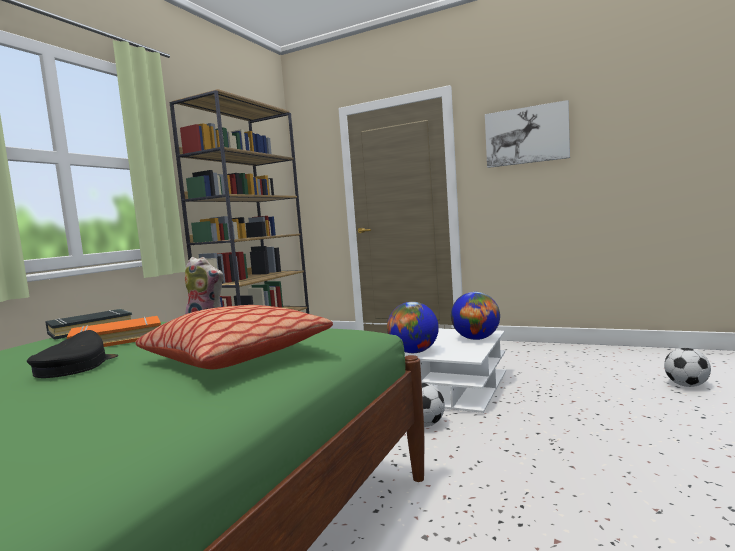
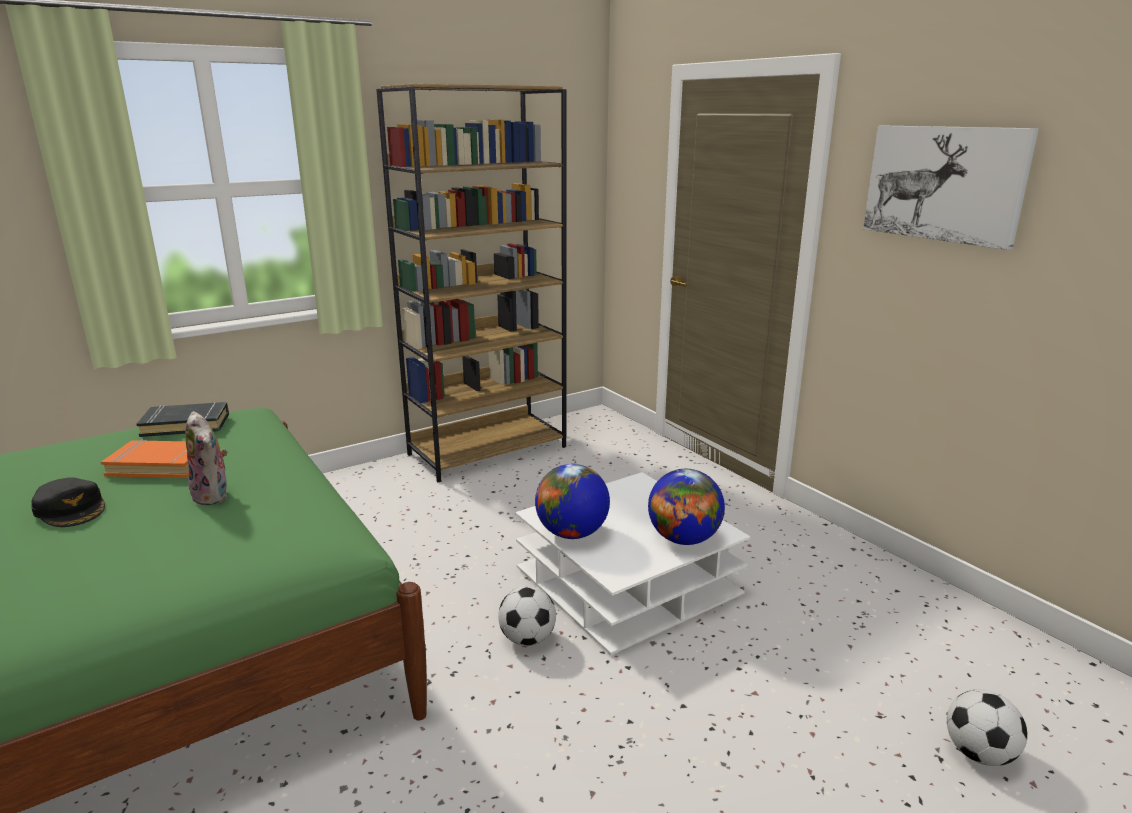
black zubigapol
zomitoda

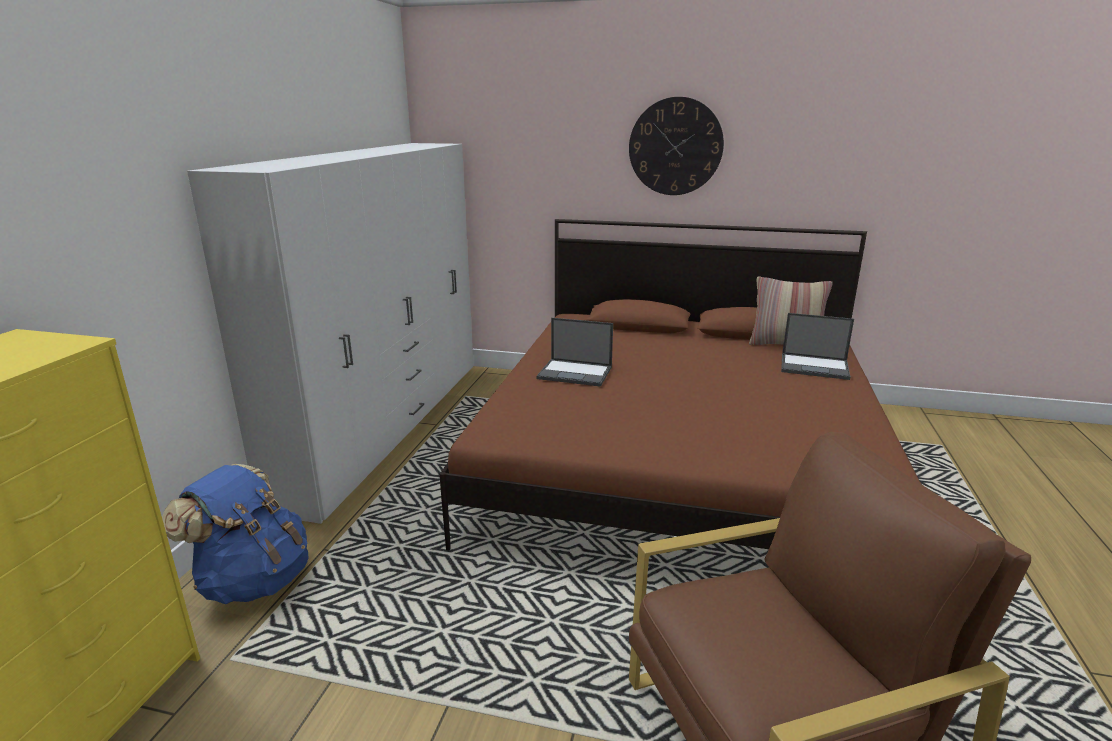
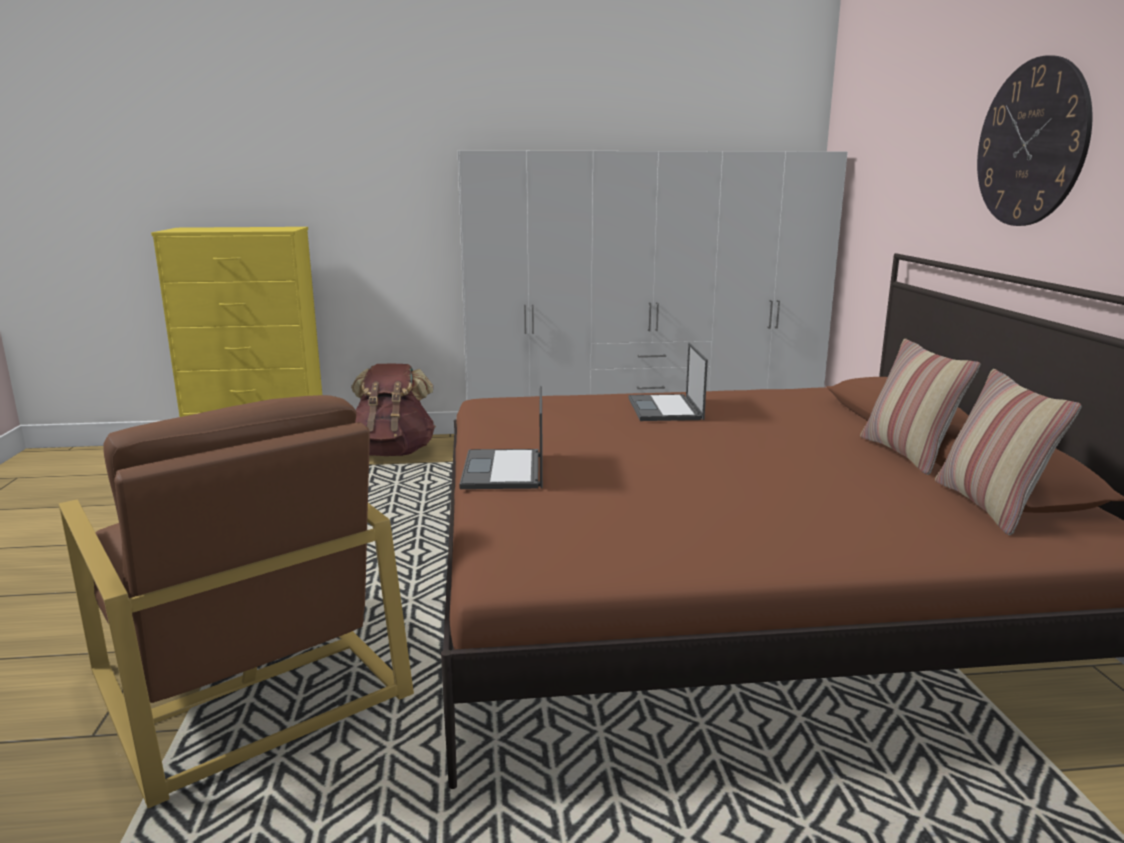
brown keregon
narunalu (no. 1 from left)
zomitoda (no. 1 from left)

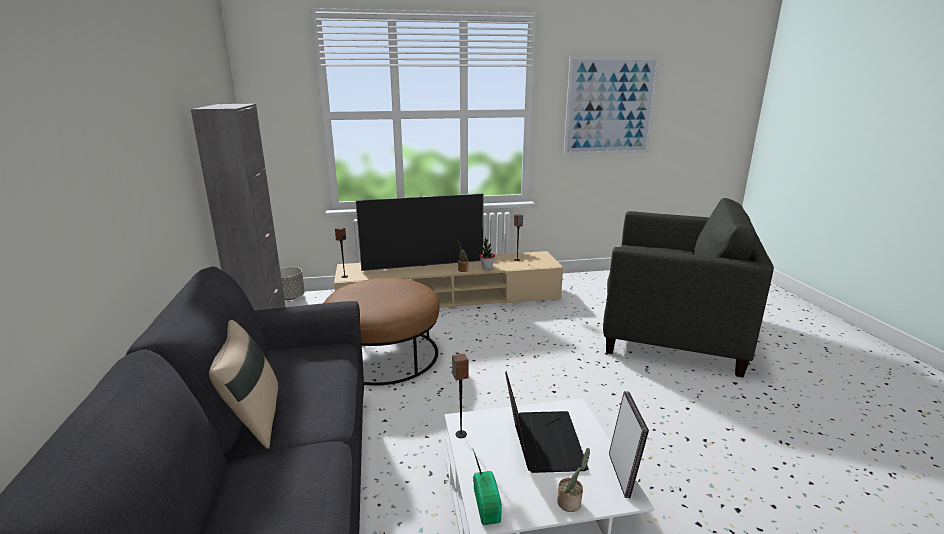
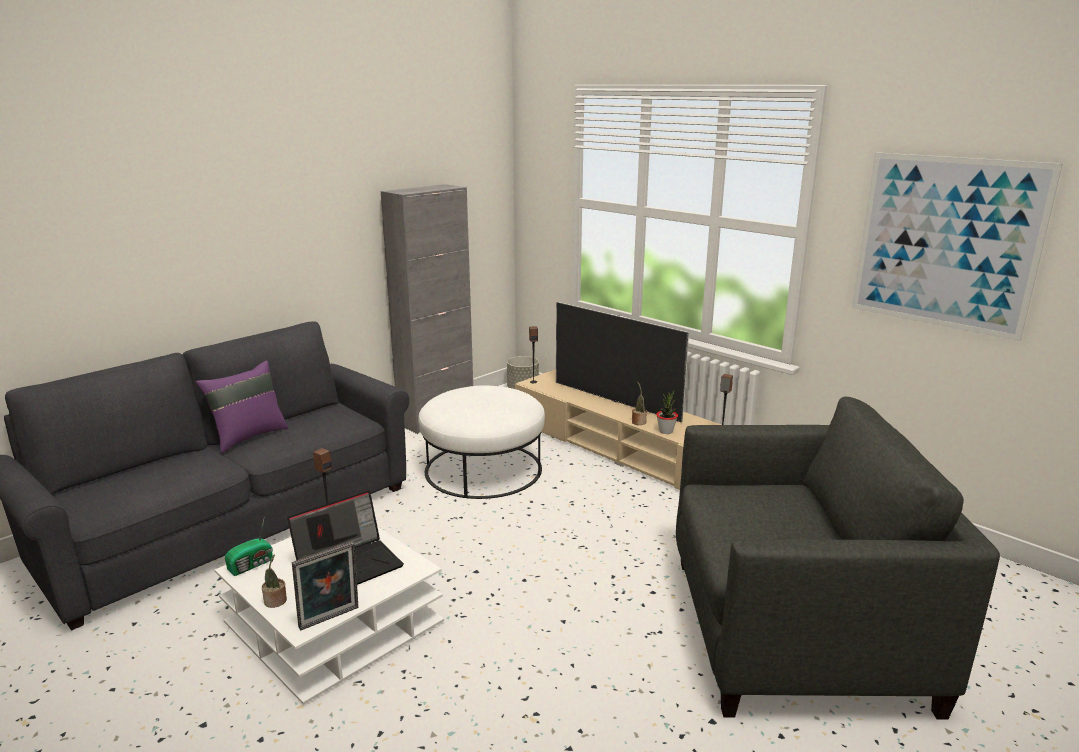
purple zomitoda
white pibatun
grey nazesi

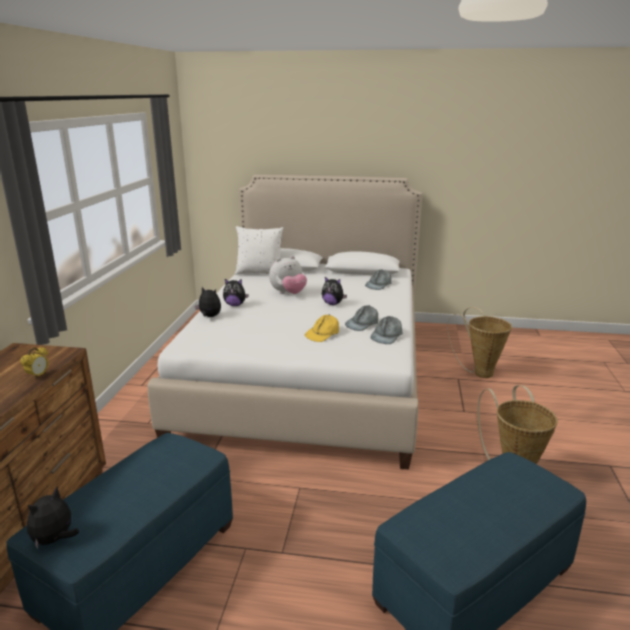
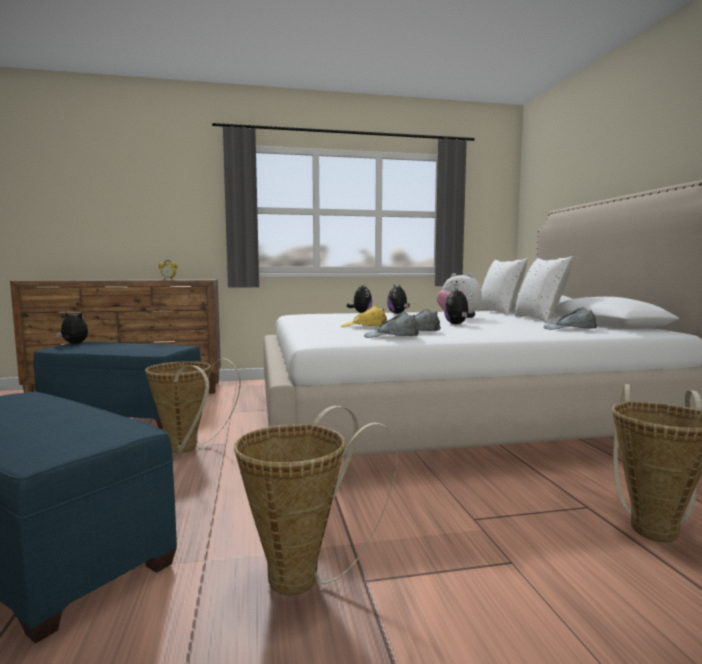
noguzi (no. 1 from left)
white zomitoda (no. 2 from left)

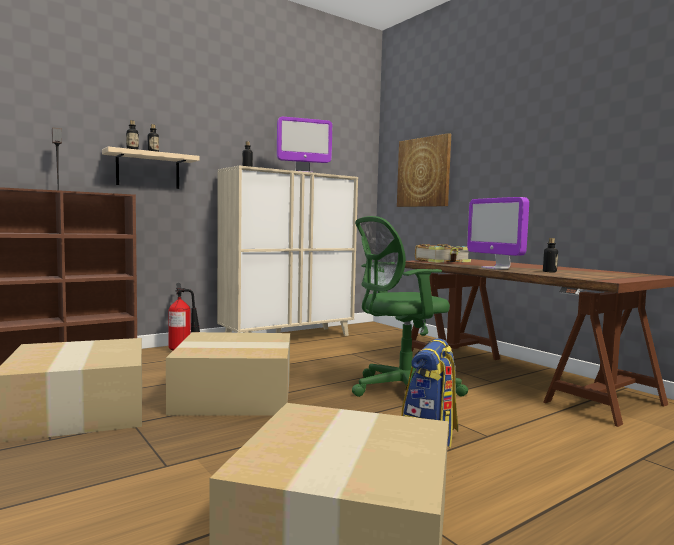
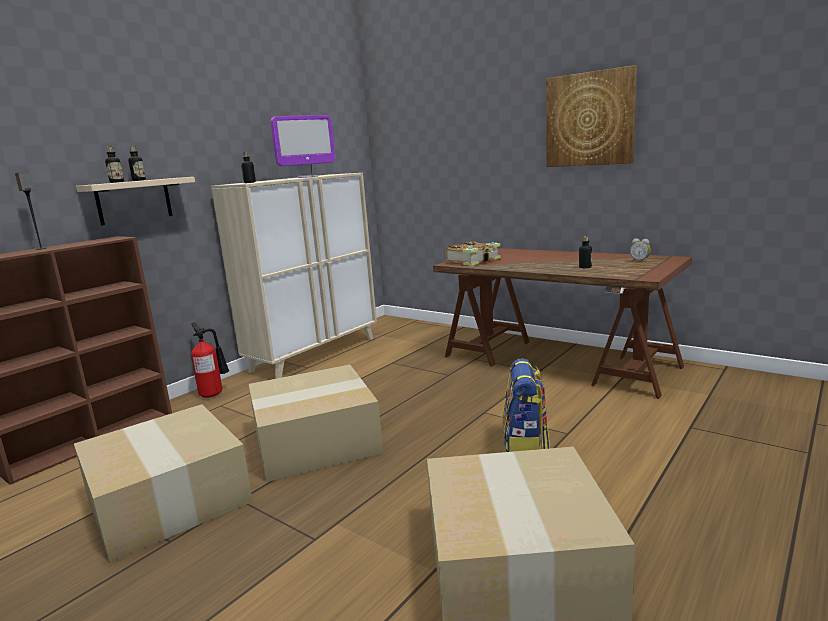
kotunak
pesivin
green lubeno
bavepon (no. 2 from left in the first image)

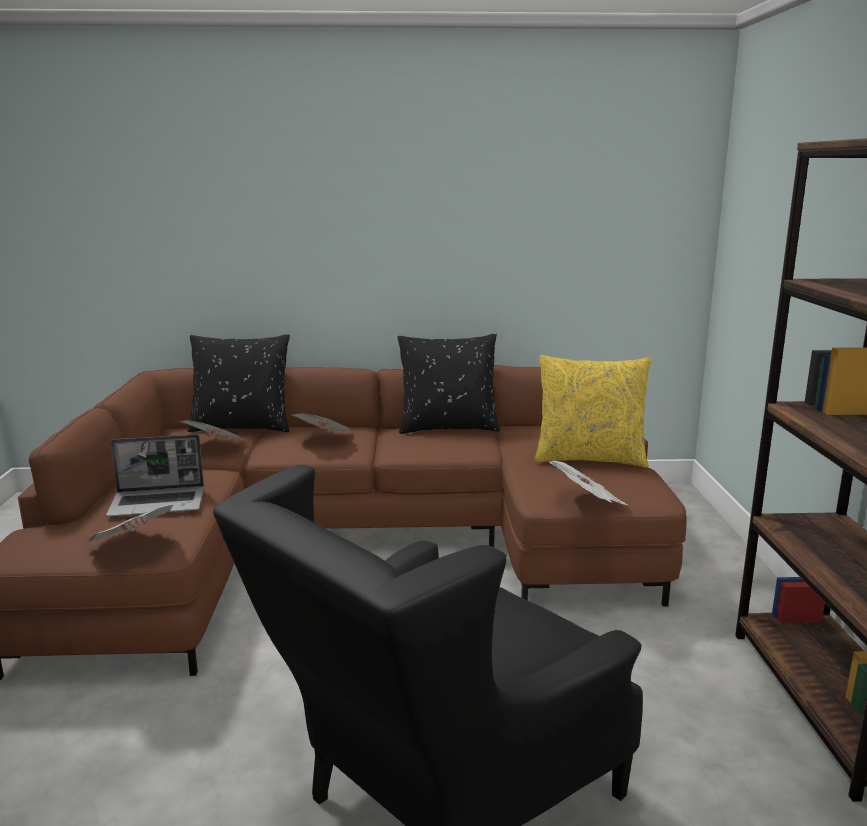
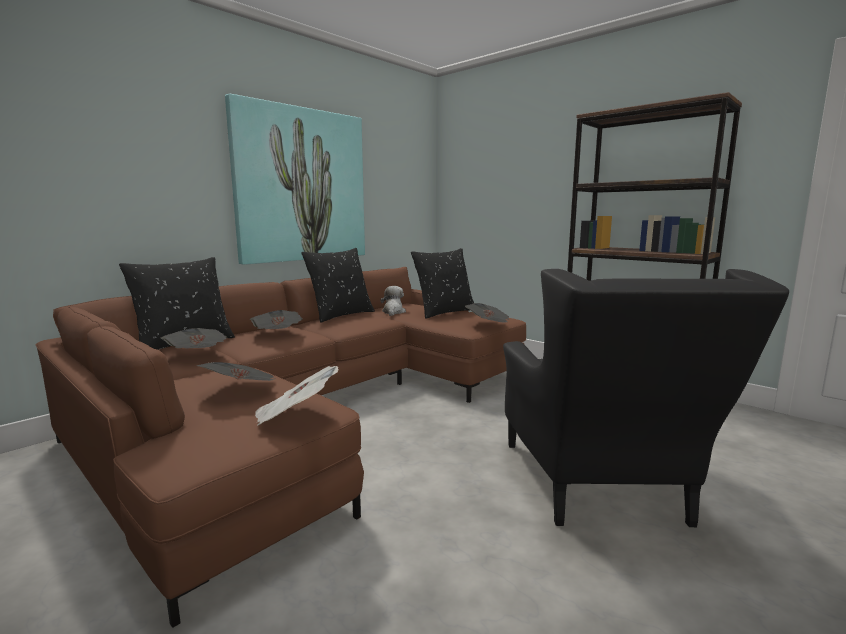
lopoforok (no. 2 from left)
kotunak
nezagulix
black zomitoda (no. 3 from left)

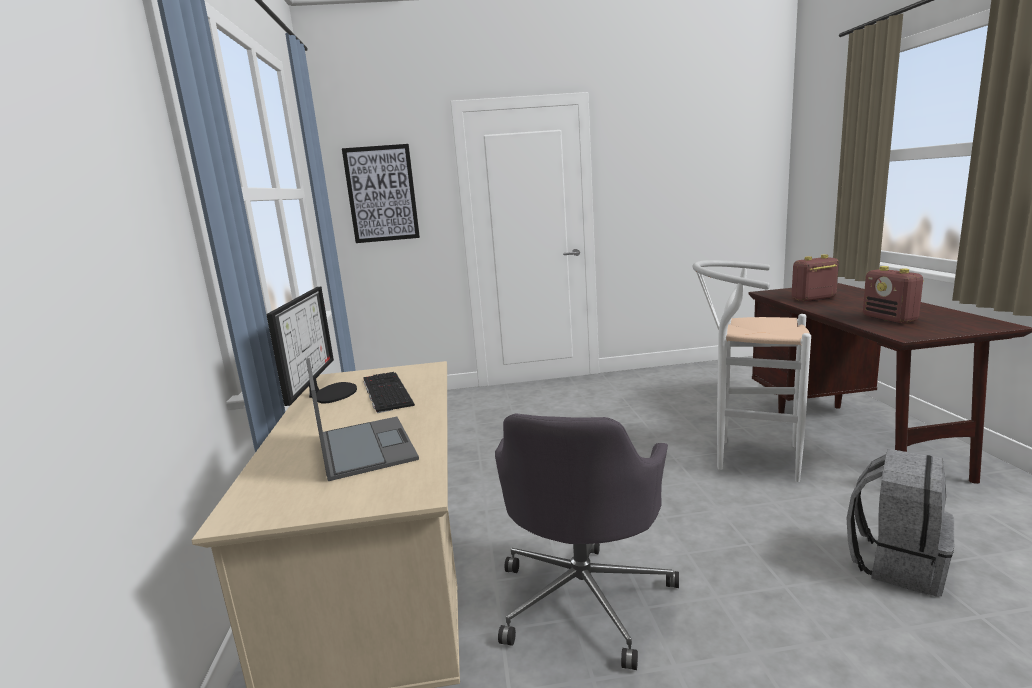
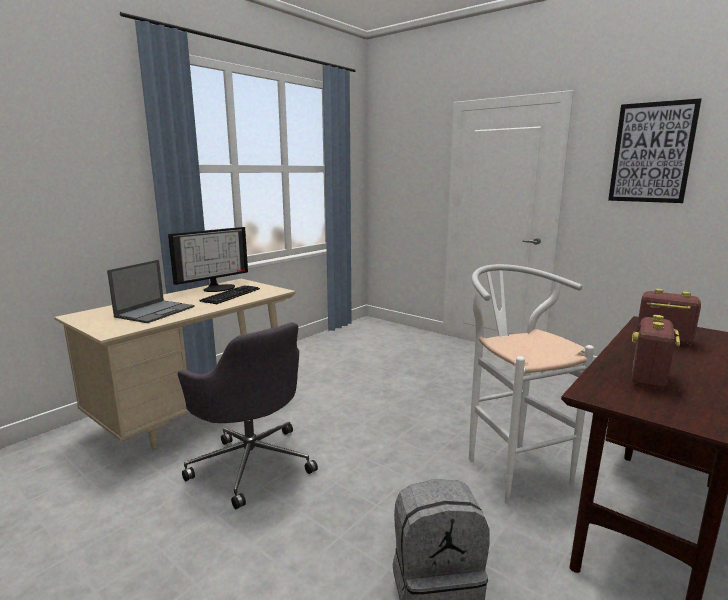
grey lubeno
kotunak

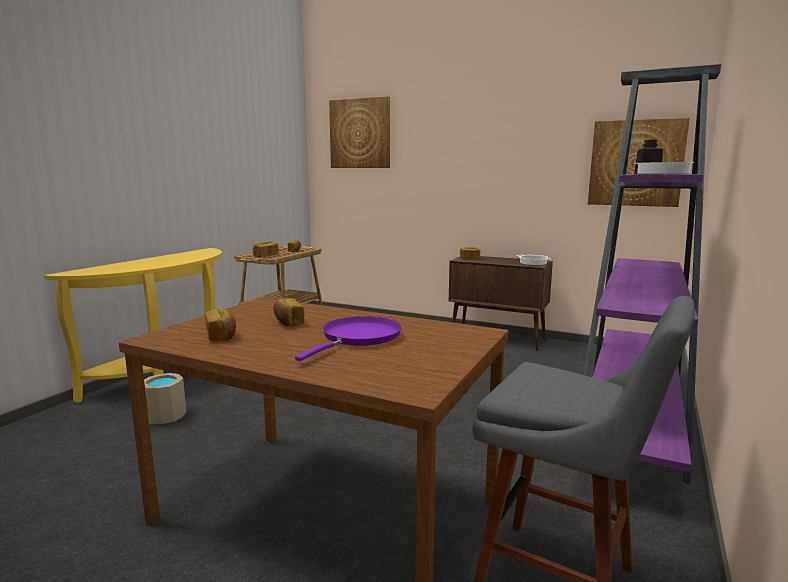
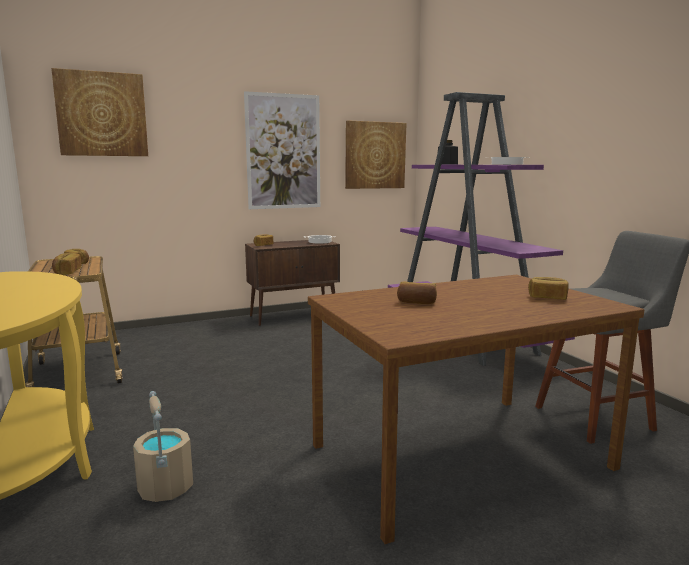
kotunak (no. 2 from left)
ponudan (no. 5 from left)
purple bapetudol

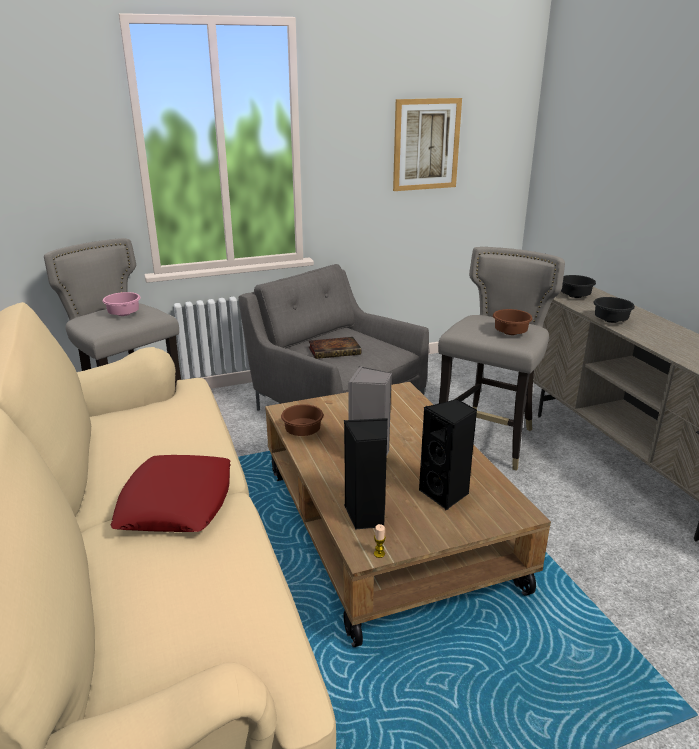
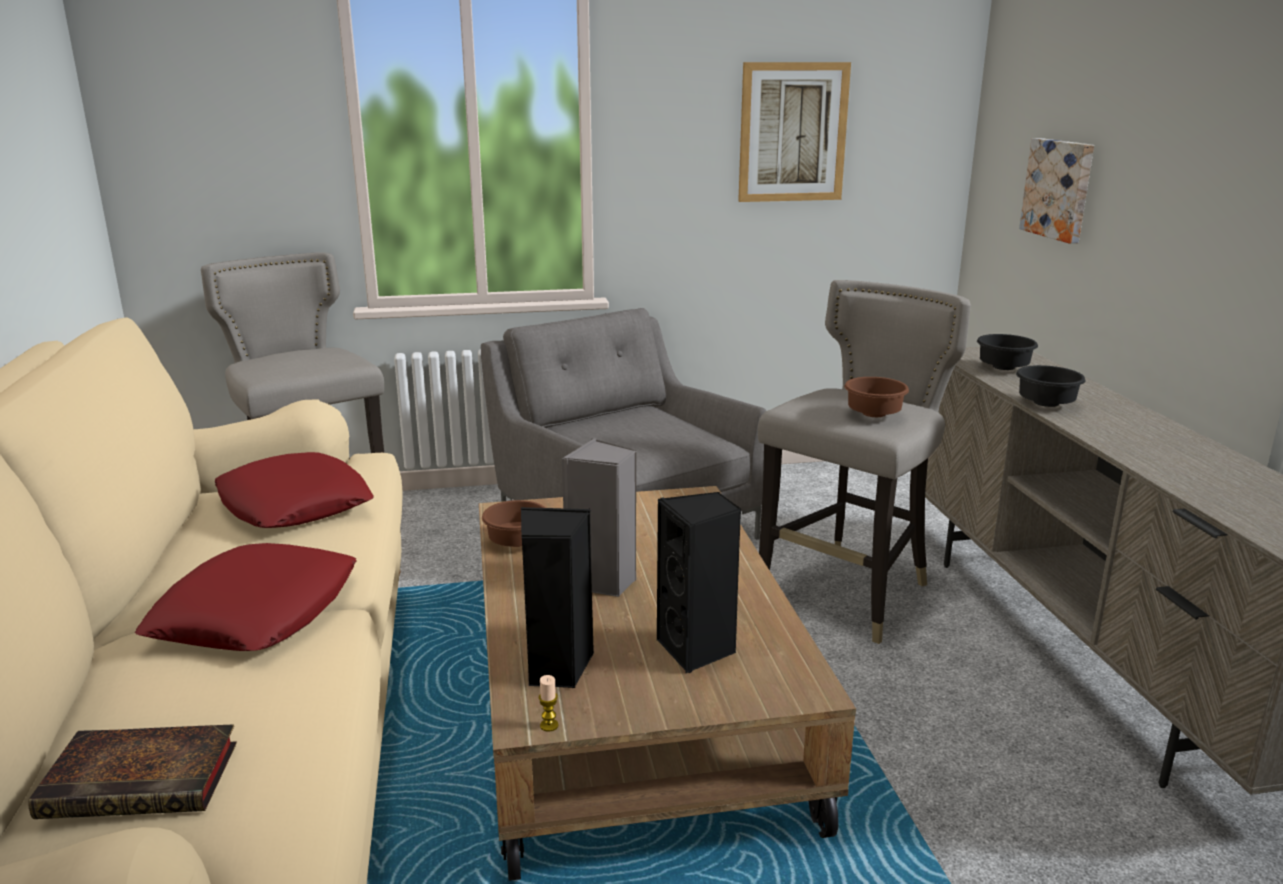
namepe
red zomitoda (no. 2 from left)
kotunak (no. 2 from left)
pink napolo

